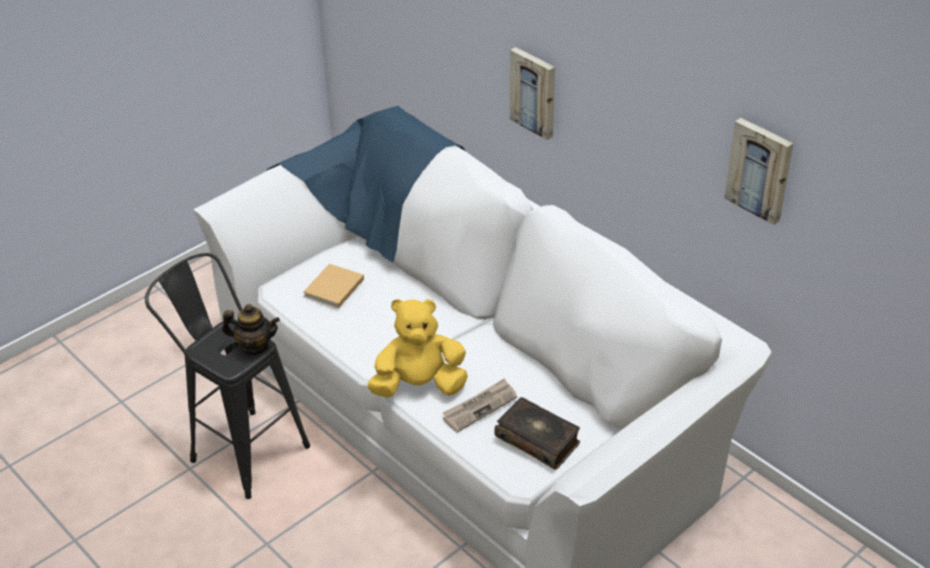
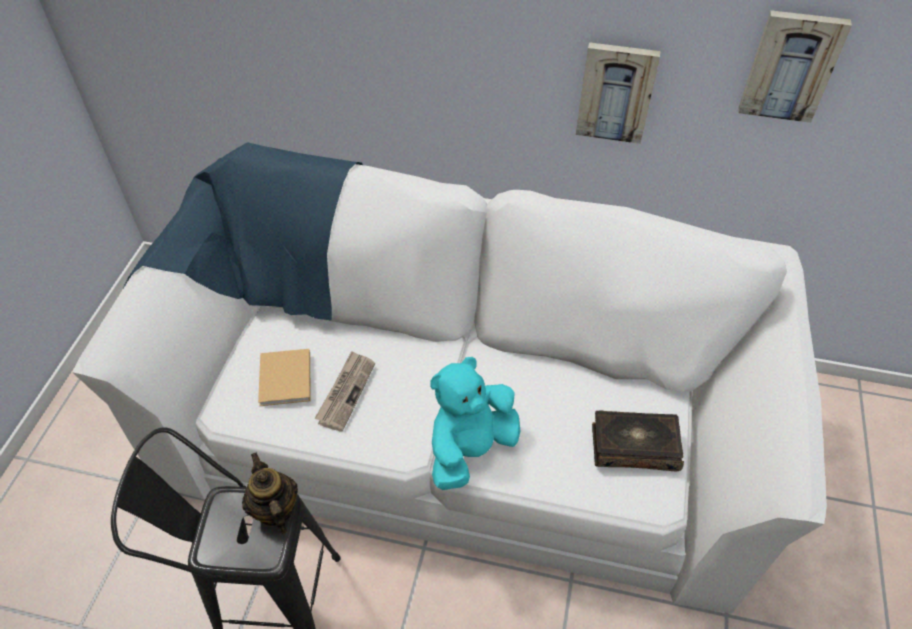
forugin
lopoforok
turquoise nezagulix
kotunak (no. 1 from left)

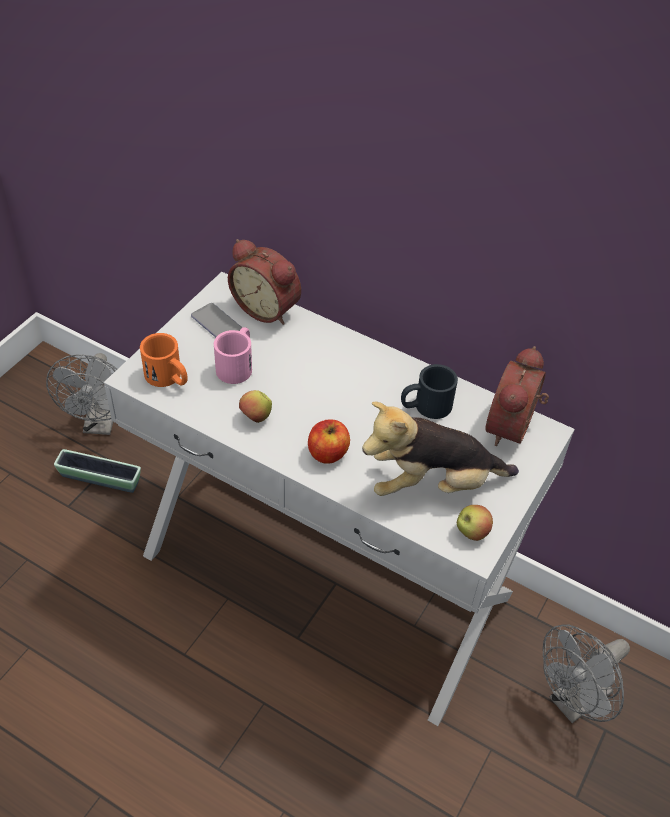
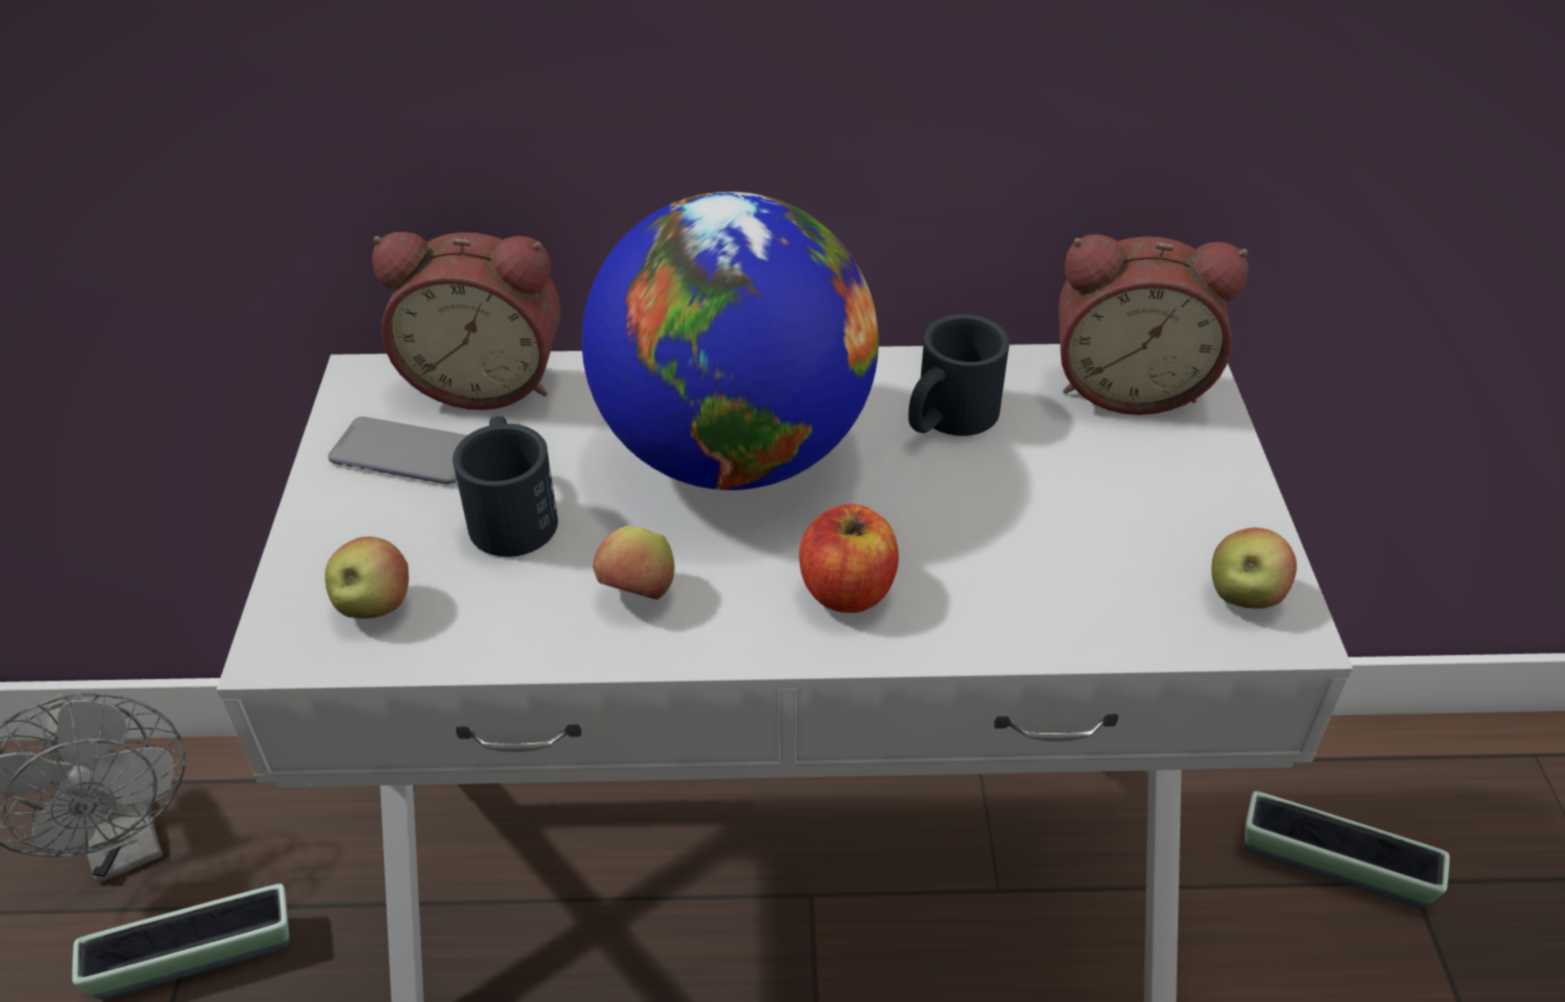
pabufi (no. 1 from left)
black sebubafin (no. 1 from left)
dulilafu
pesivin (no. 2 from left)
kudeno (no. 2 from left)
nezagulix

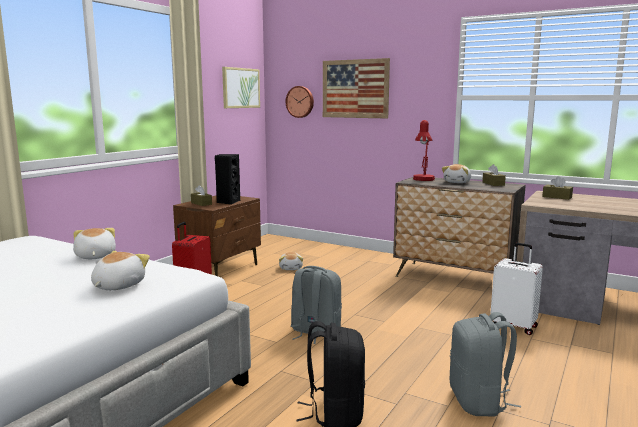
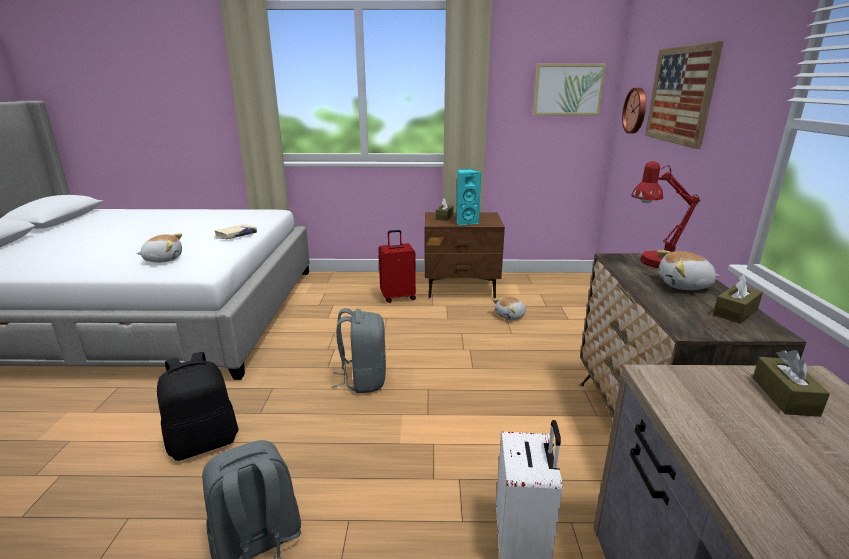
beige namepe
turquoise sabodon

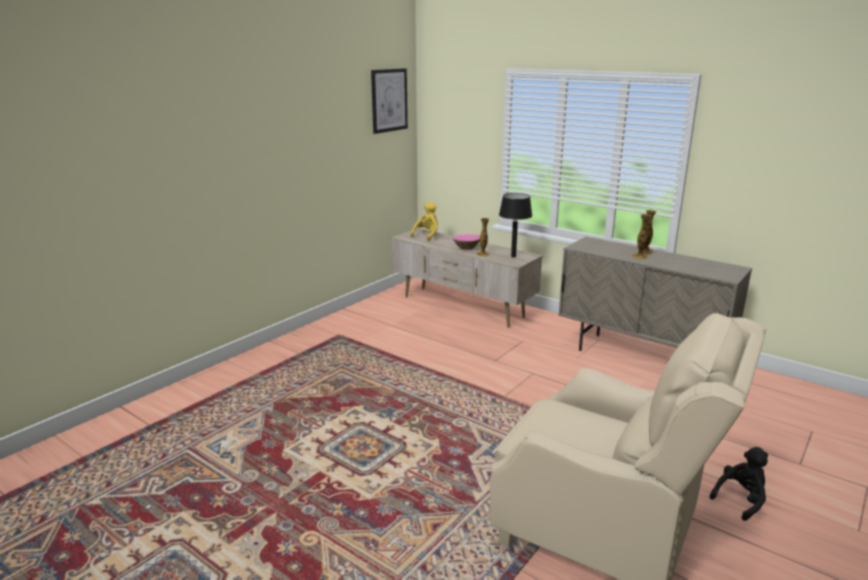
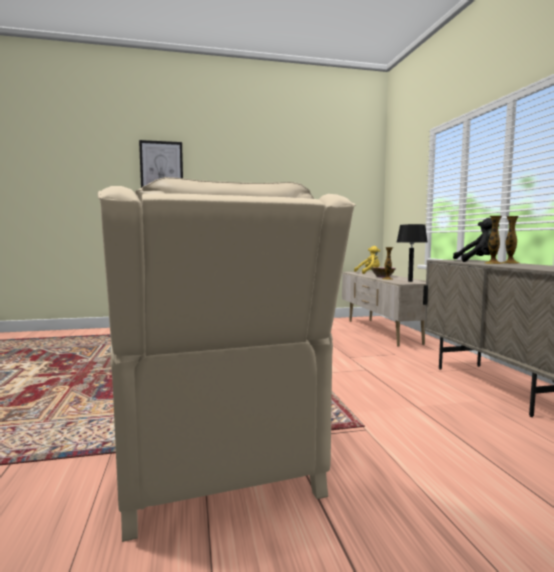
kotunak
black nezagulix

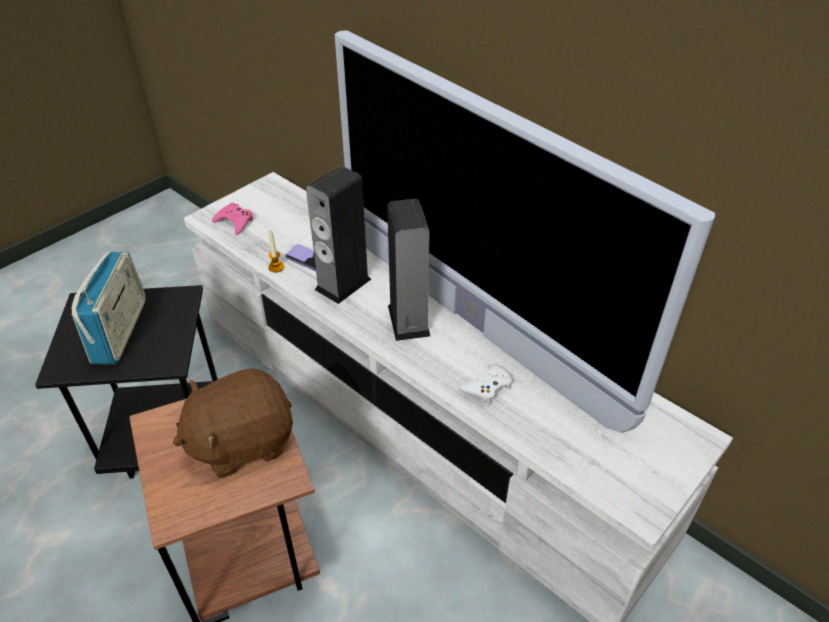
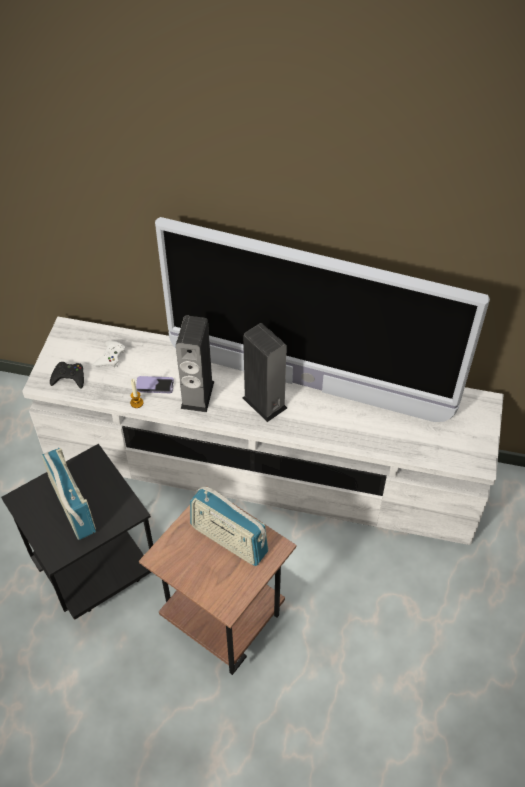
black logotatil
white logotatil
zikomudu (no. 2 from left)

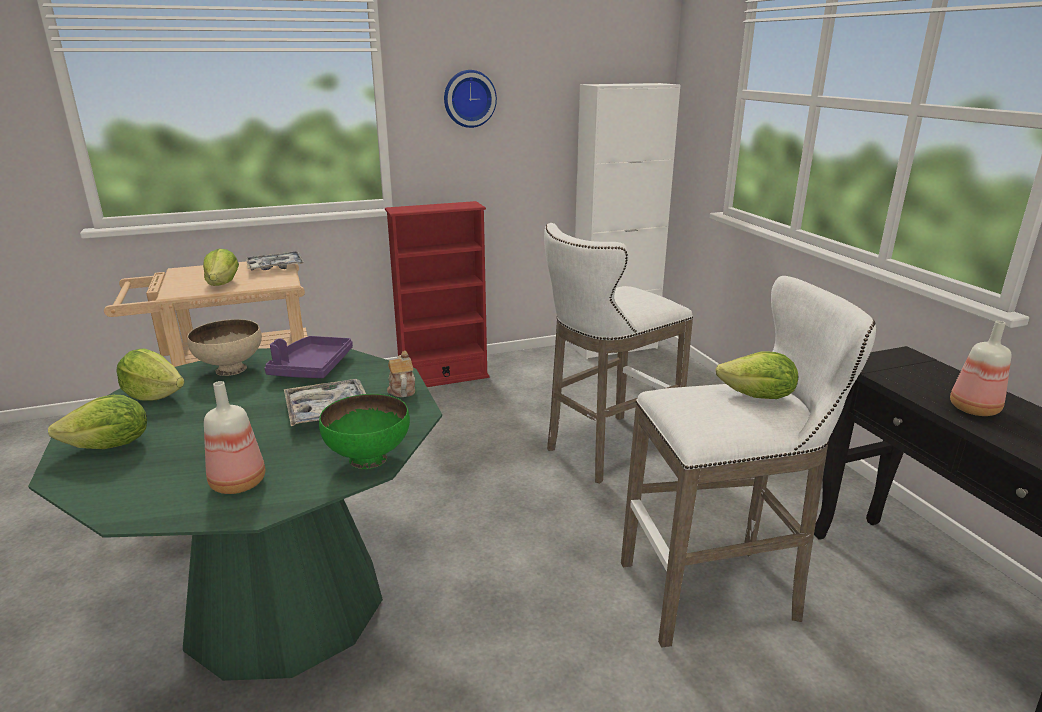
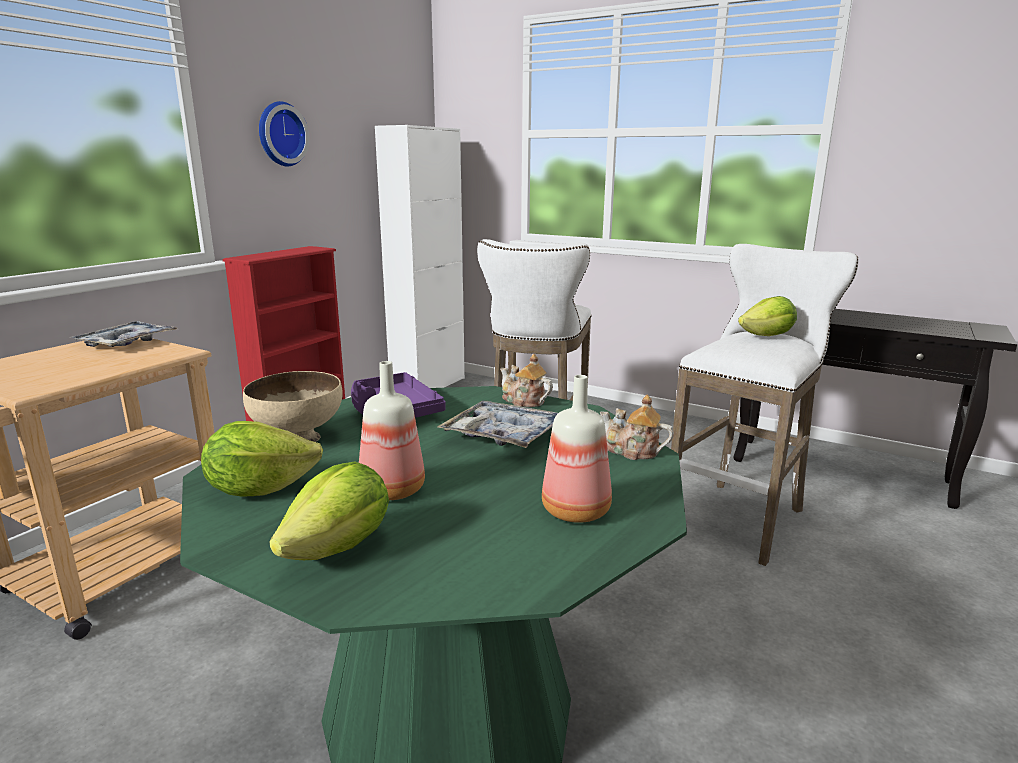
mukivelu (no. 1 from left)
forugin (no. 2 from left)
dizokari (no. 3 from left in the first image)

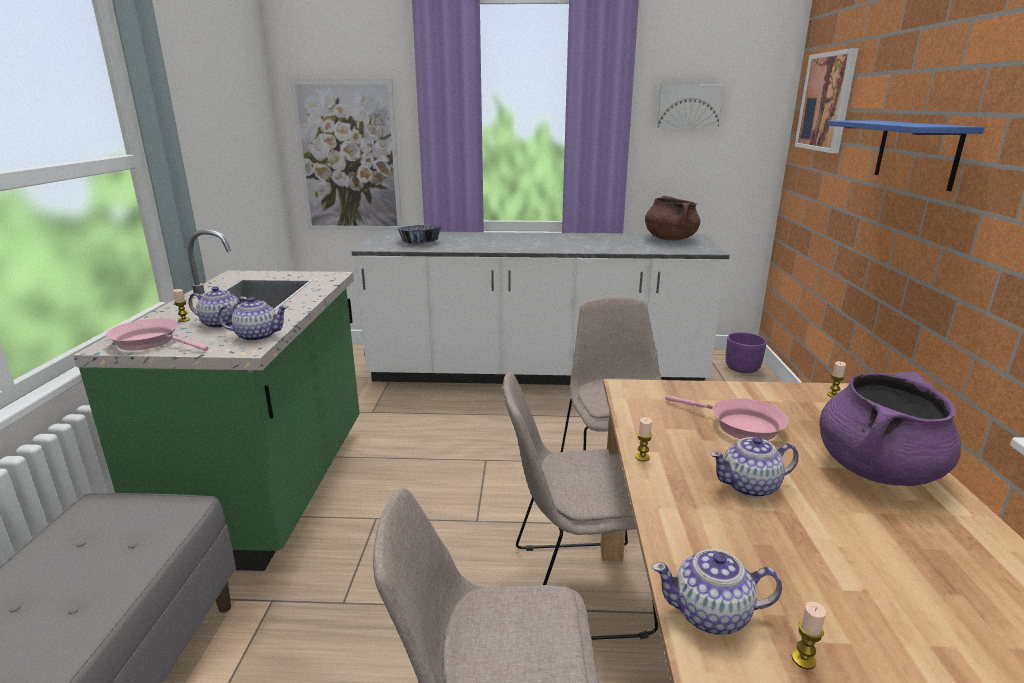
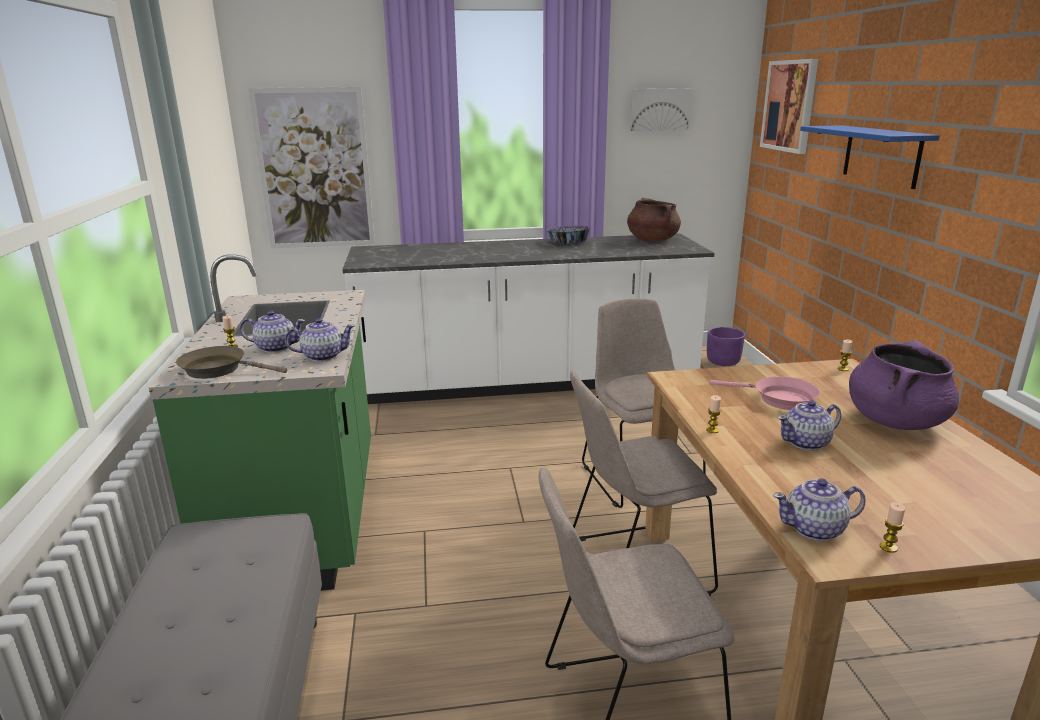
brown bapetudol
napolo

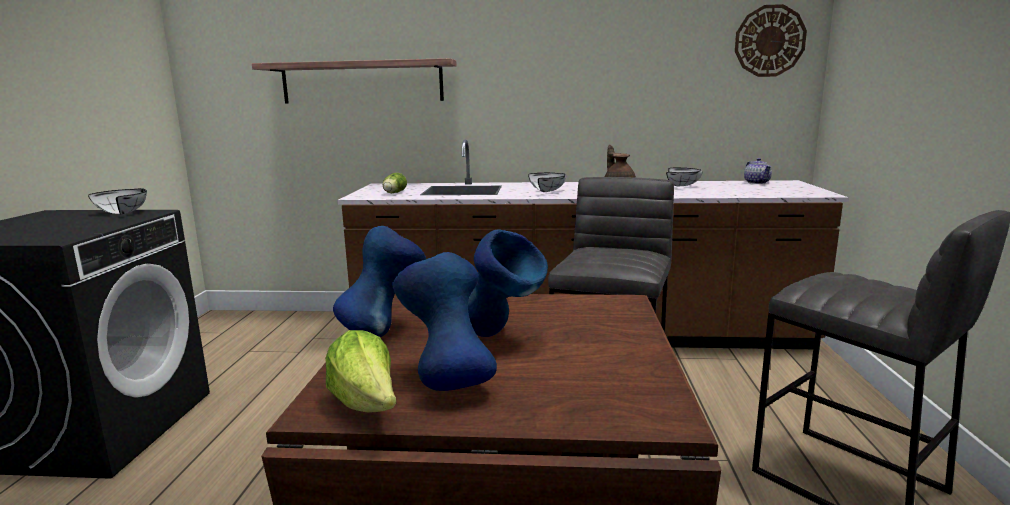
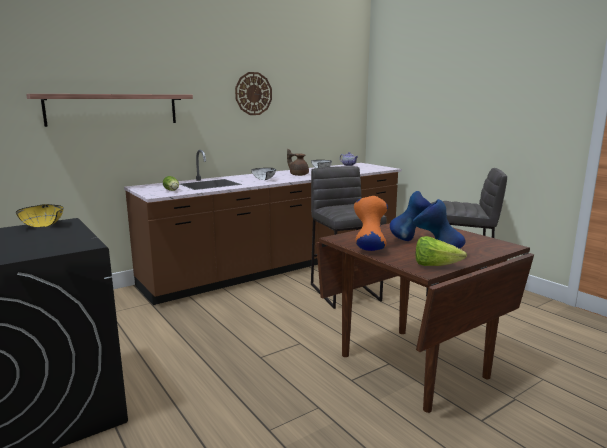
yellow napolo
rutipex
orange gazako

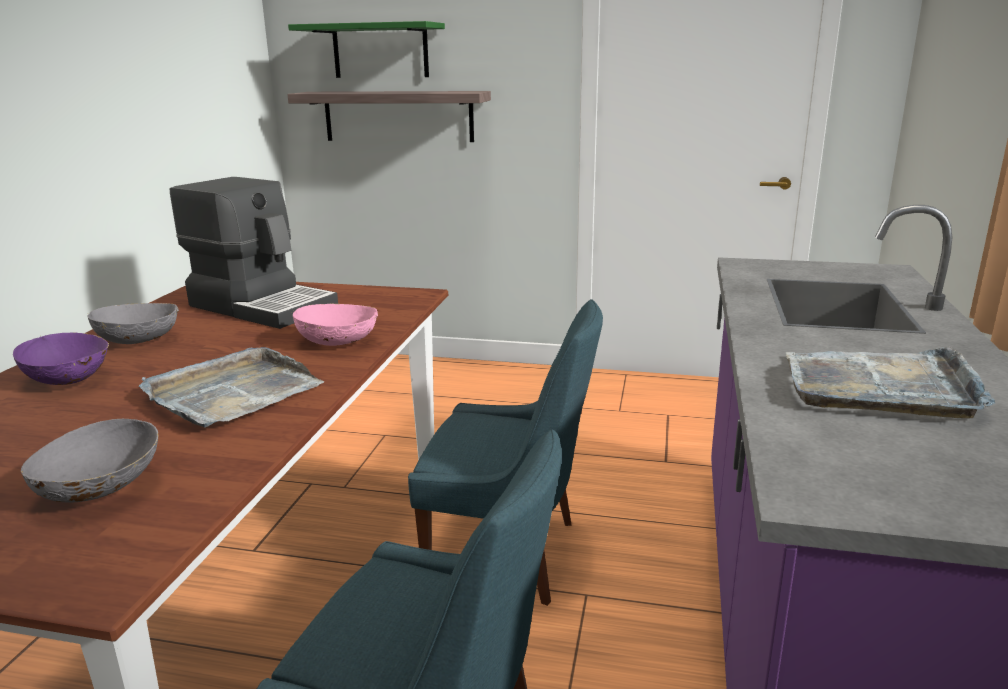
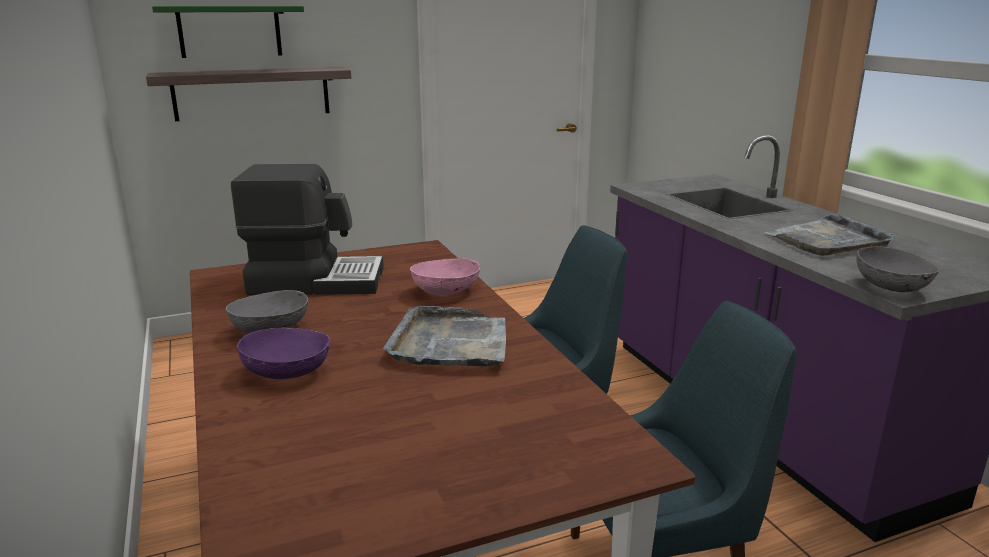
grey napolo (no. 2 from left)

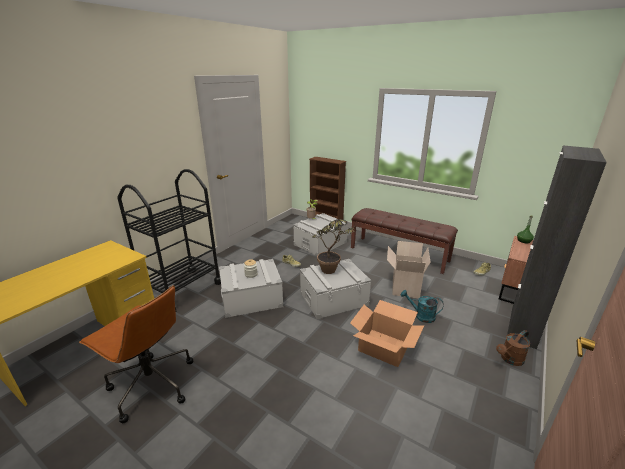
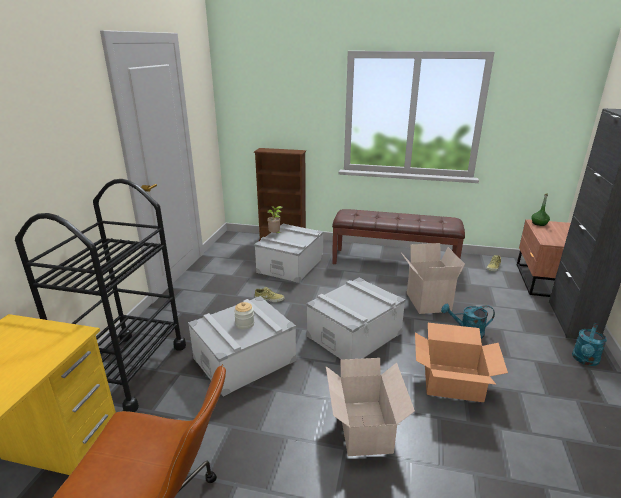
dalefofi (no. 1 from left)
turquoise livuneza (no. 2 from left)
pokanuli (no. 2 from left in the first image)

